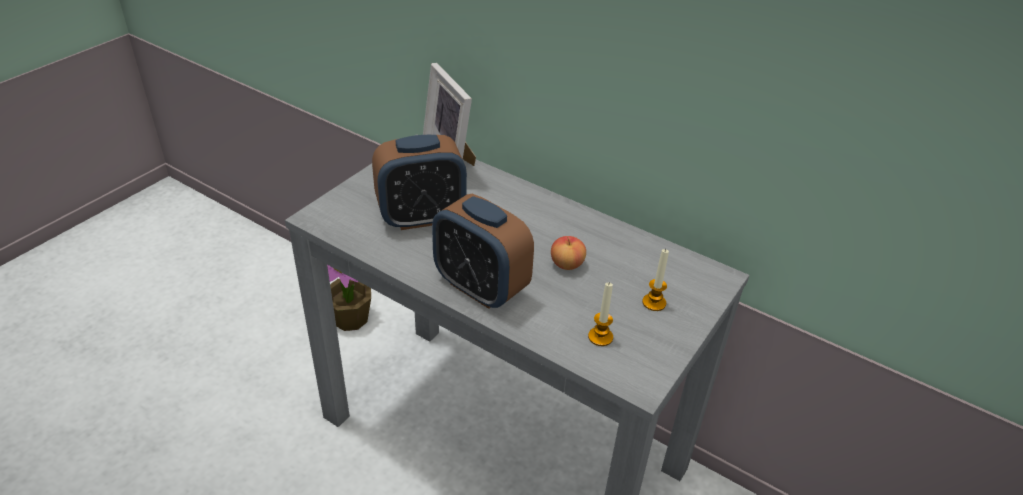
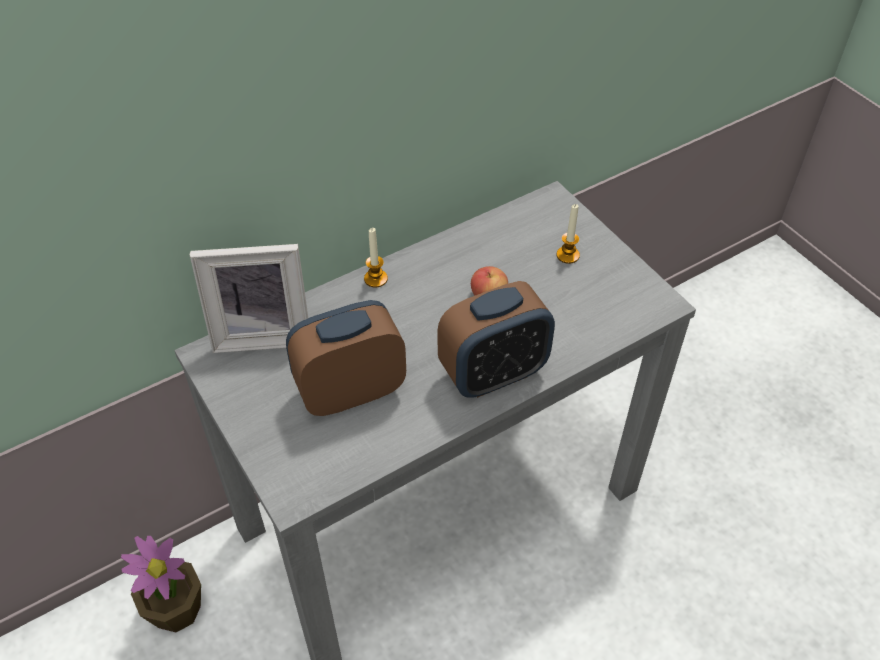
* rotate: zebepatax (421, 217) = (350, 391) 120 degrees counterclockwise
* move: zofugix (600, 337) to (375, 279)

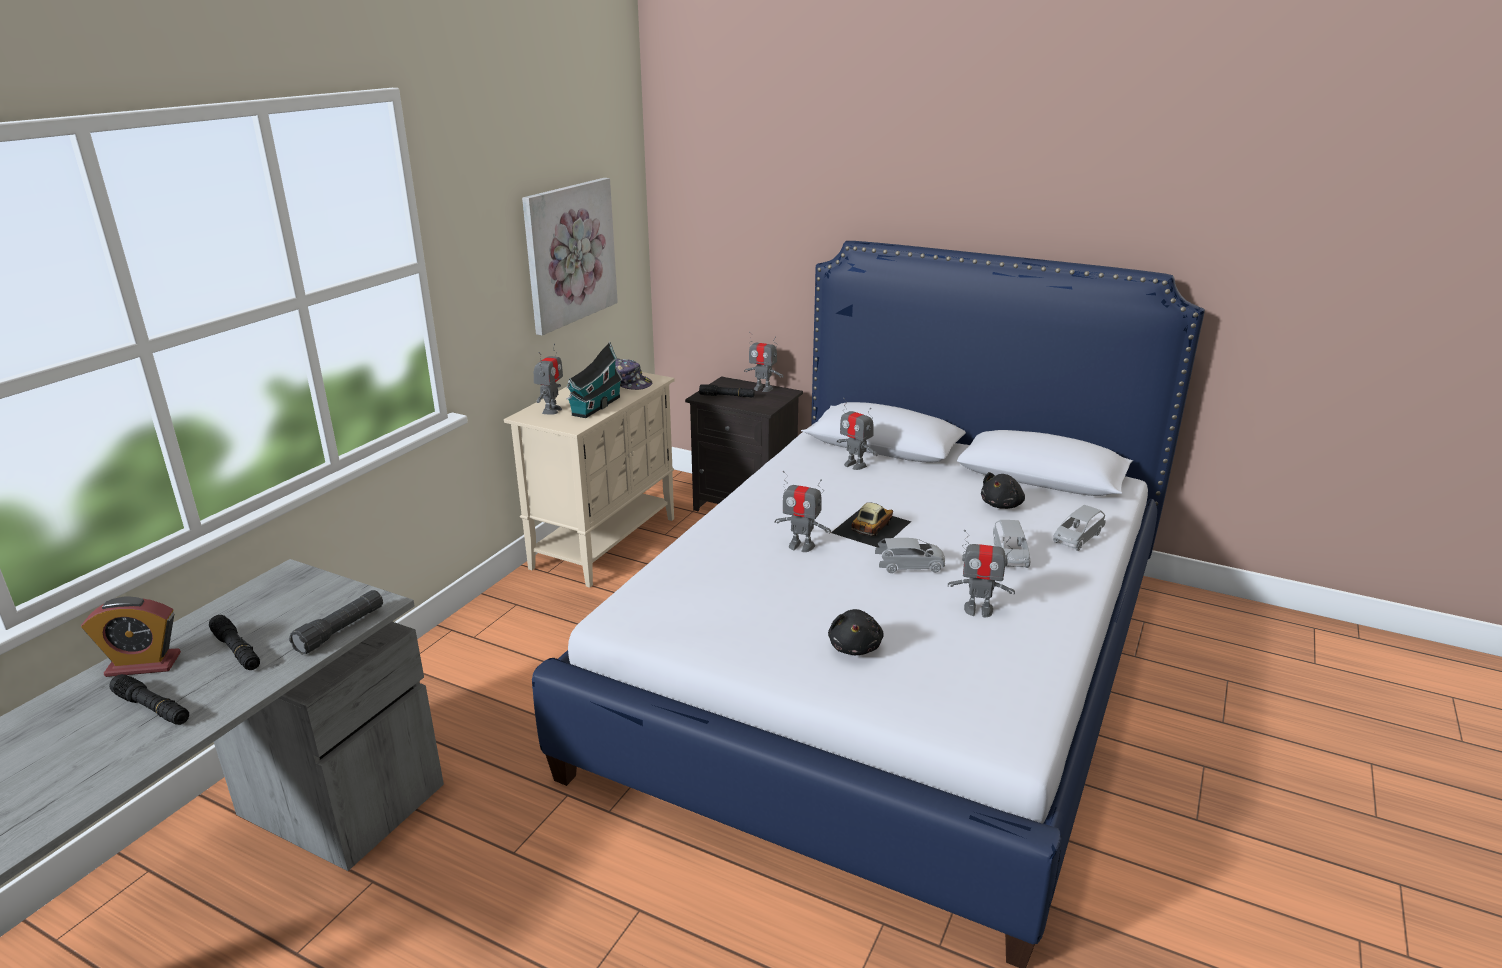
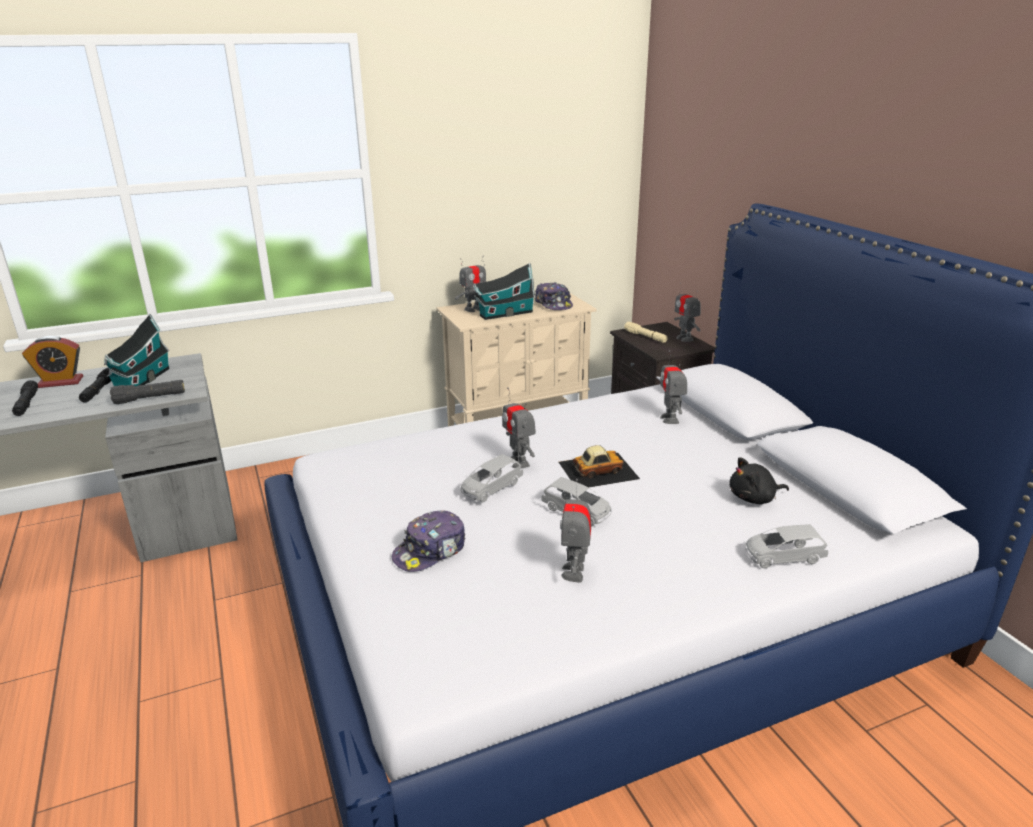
* delete: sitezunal (569, 254)
* recolor: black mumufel (727, 396) to beige mumufel (645, 337)
* move: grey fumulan (1010, 555) to (491, 488)
* rotate: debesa (978, 610) = (574, 572) 45 degrees clockwise
* rotate: zebepatax (143, 664) = (60, 382) 45 degrees counterclockwise
* replace: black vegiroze (855, 647) to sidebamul (430, 551)
* insert: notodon (141, 381)

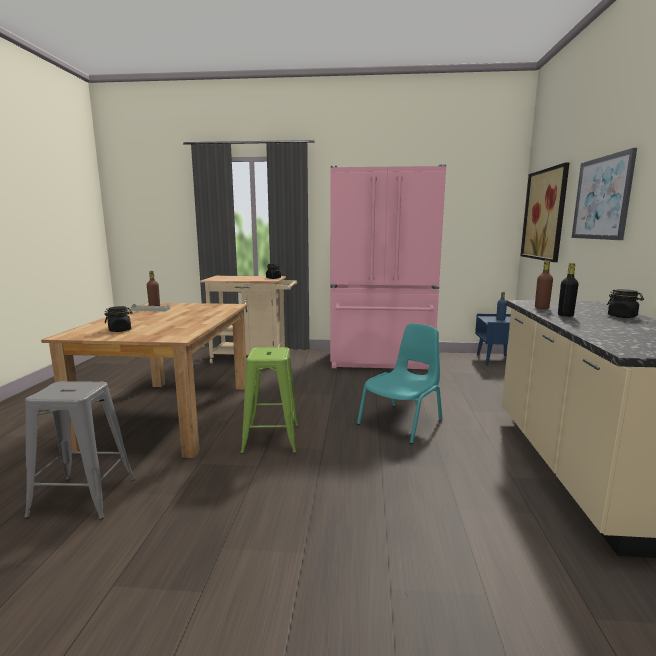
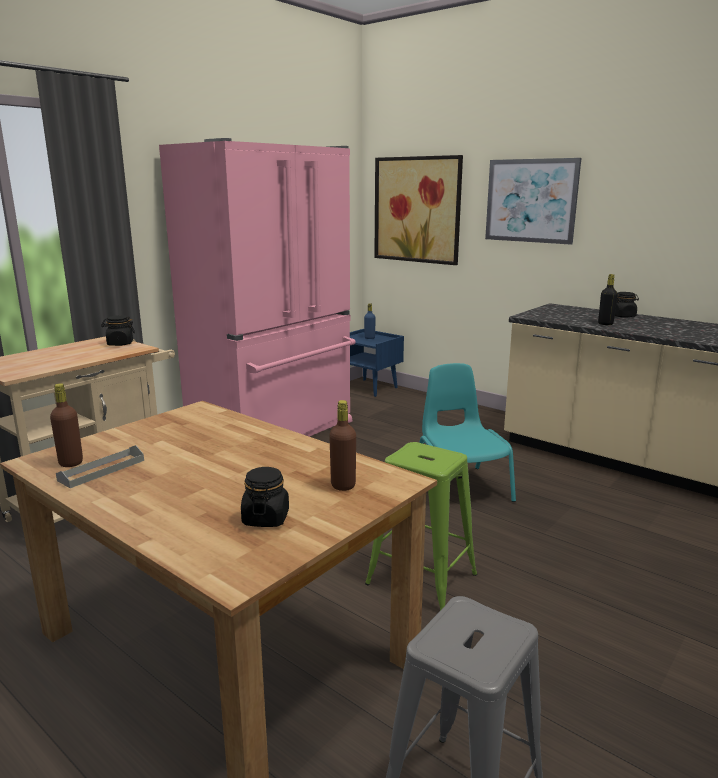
* move: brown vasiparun (541, 308) to (343, 485)

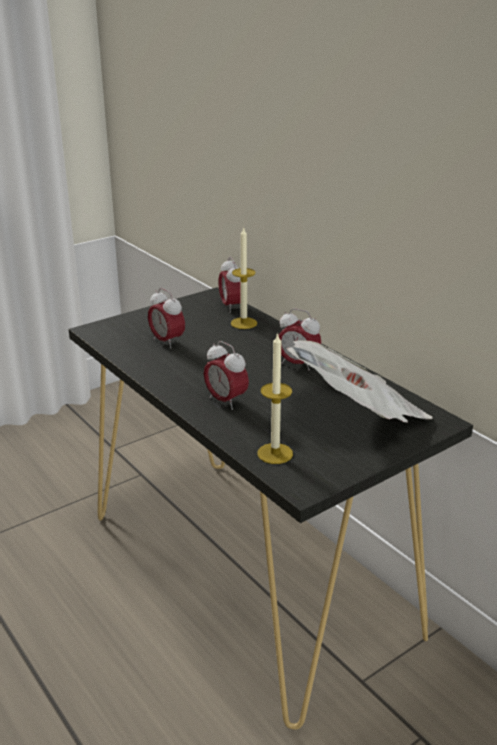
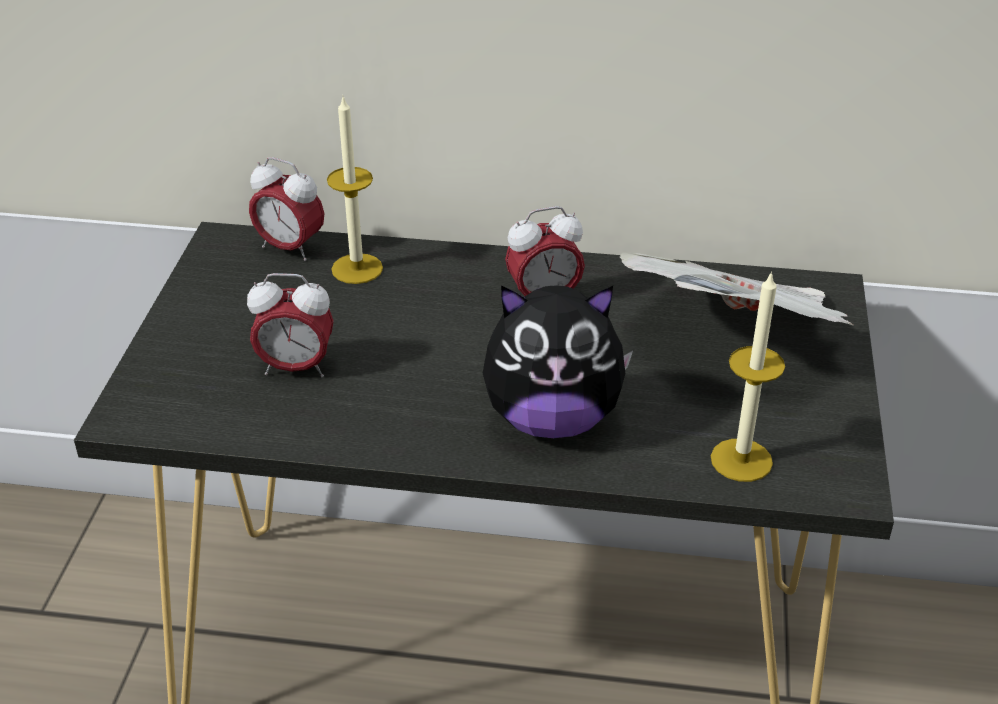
* replace: zebepatax (226, 401) to vegiroze (552, 419)

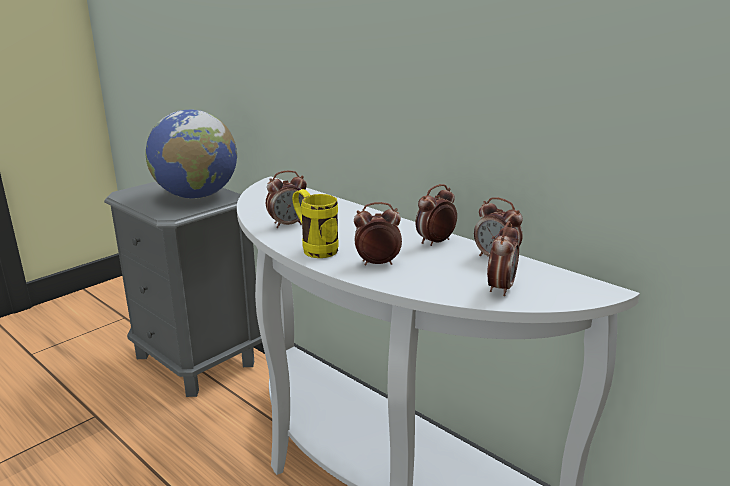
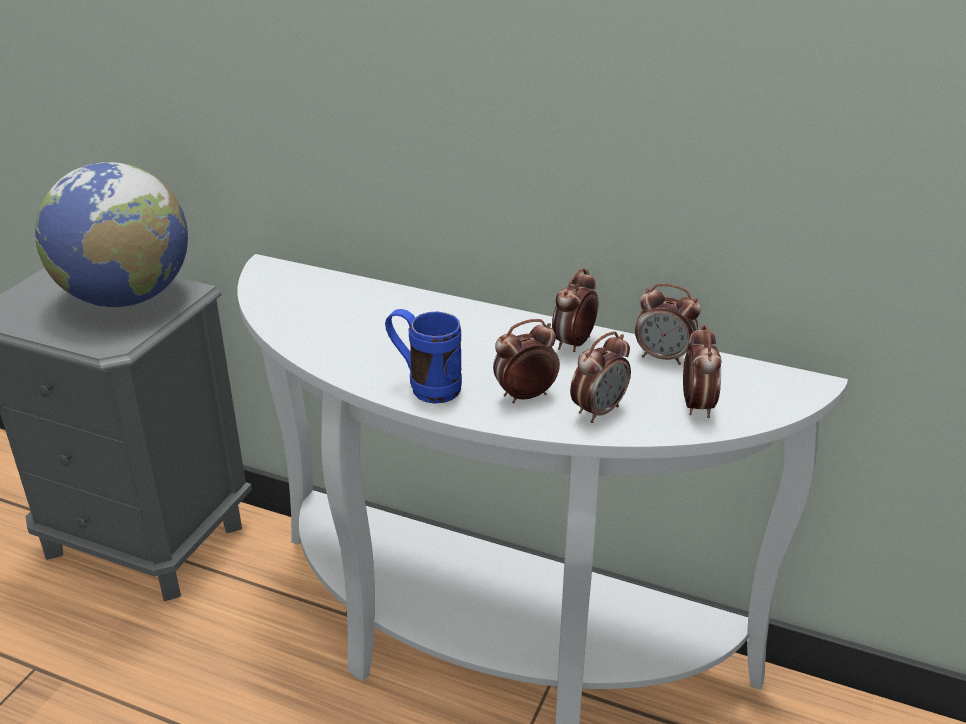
* move: zebepatax (288, 224) to (598, 411)
* recolor: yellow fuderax (314, 248) to blue fuderax (425, 386)

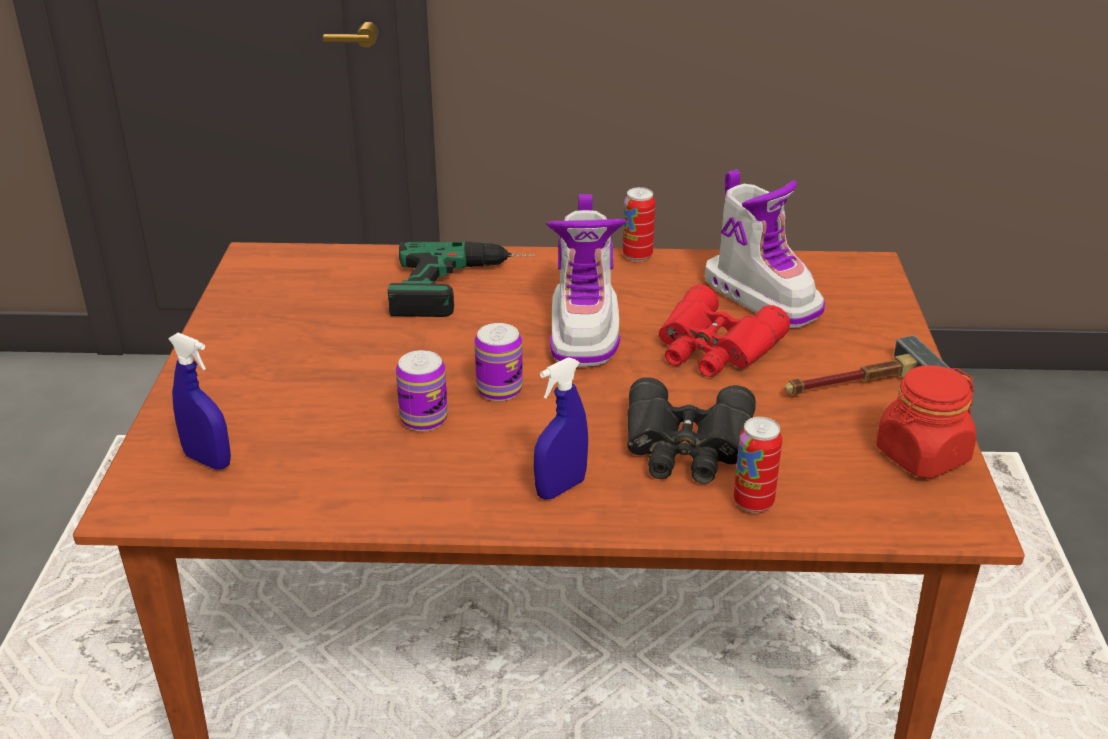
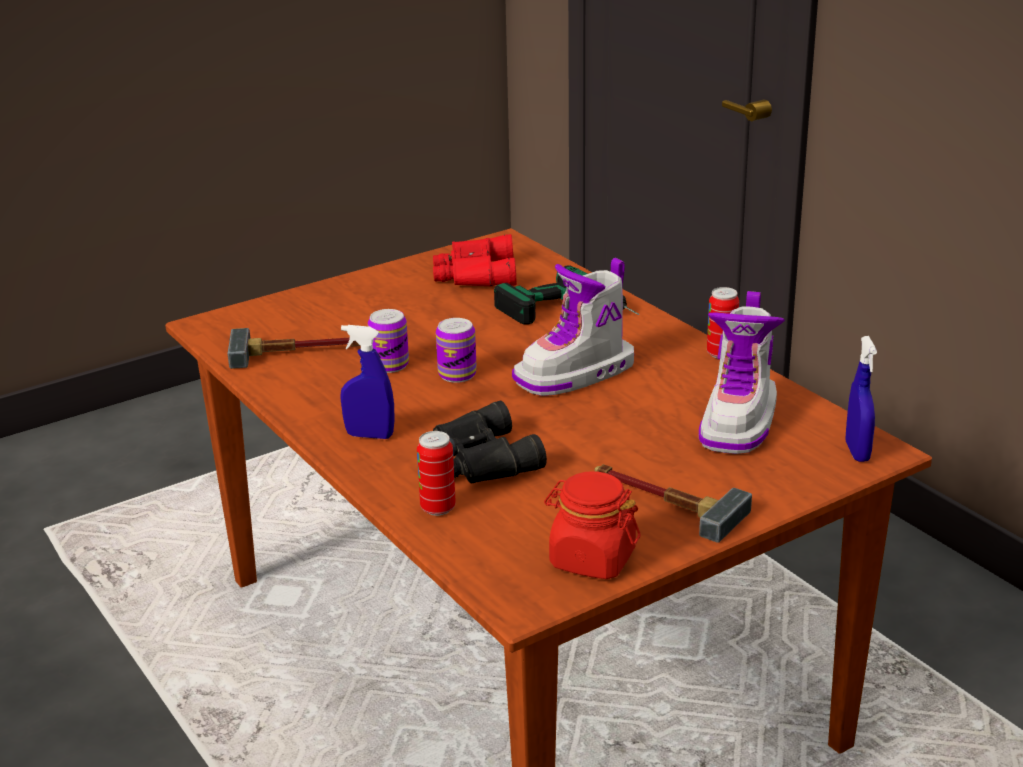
* move: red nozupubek (714, 348) to (474, 274)
* move: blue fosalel (208, 460) to (857, 452)
* insert: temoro (298, 352)

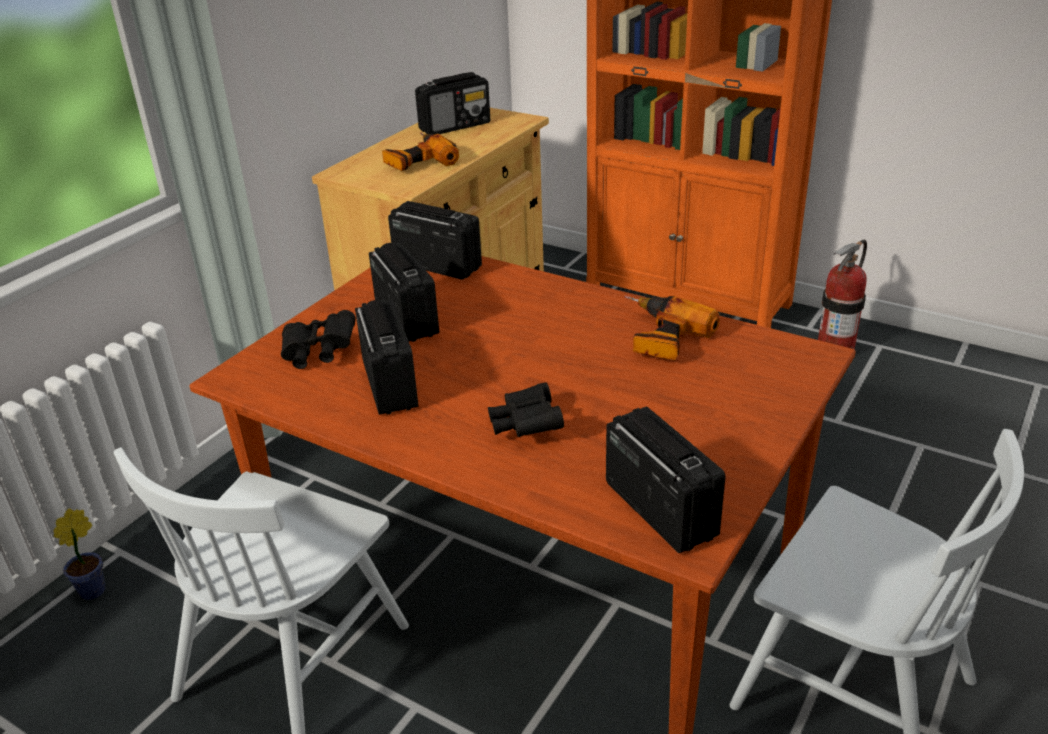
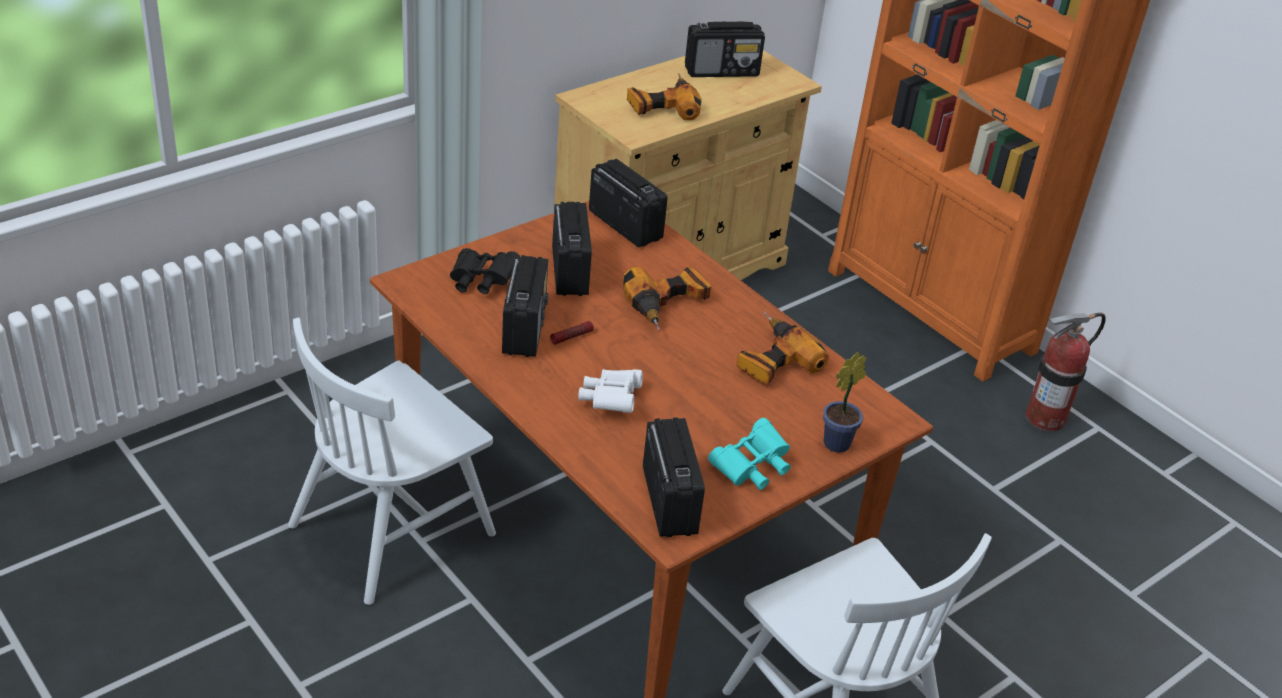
* recolor: black nozupubek (525, 426) to white nozupubek (610, 401)
* move: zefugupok (95, 589) to (839, 442)
* insert: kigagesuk (668, 305)
* insert: mumufel (572, 337)
* insert: turquoise nozupubek (751, 468)

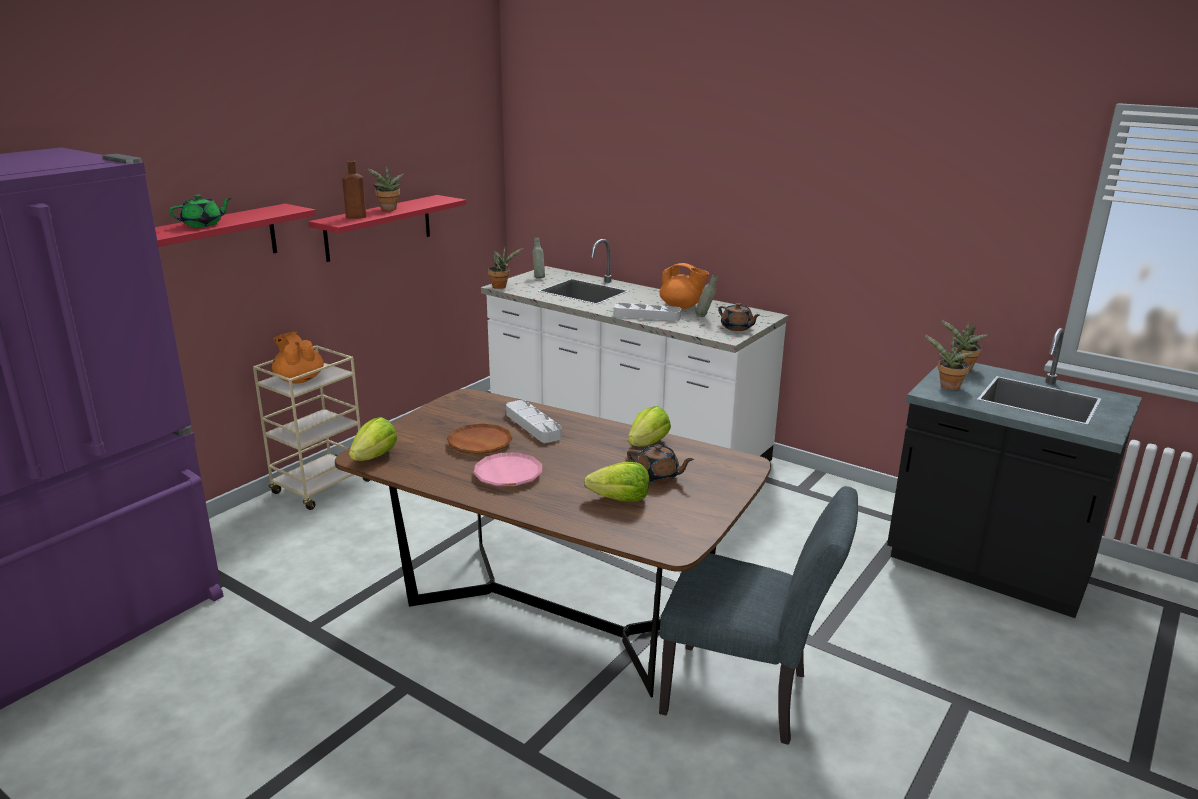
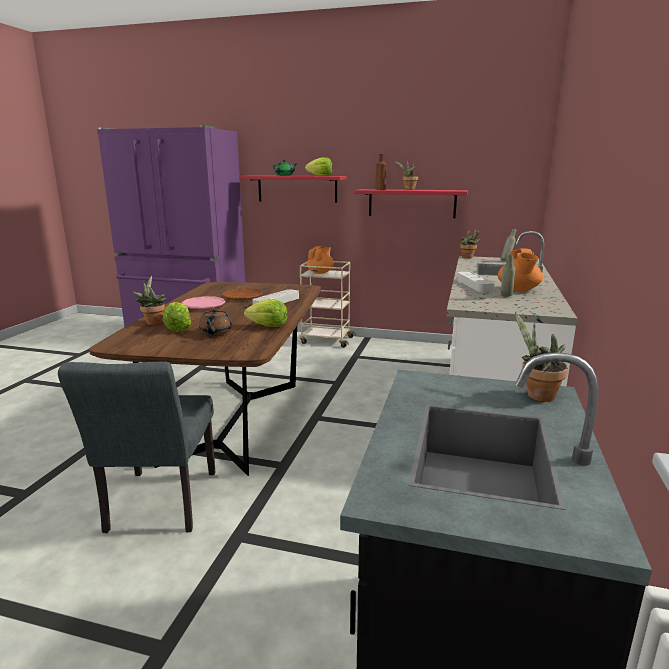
* delete: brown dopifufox (737, 328)
* move: zefugupok (947, 387) to (153, 322)
* move: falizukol (374, 457) to (320, 175)

